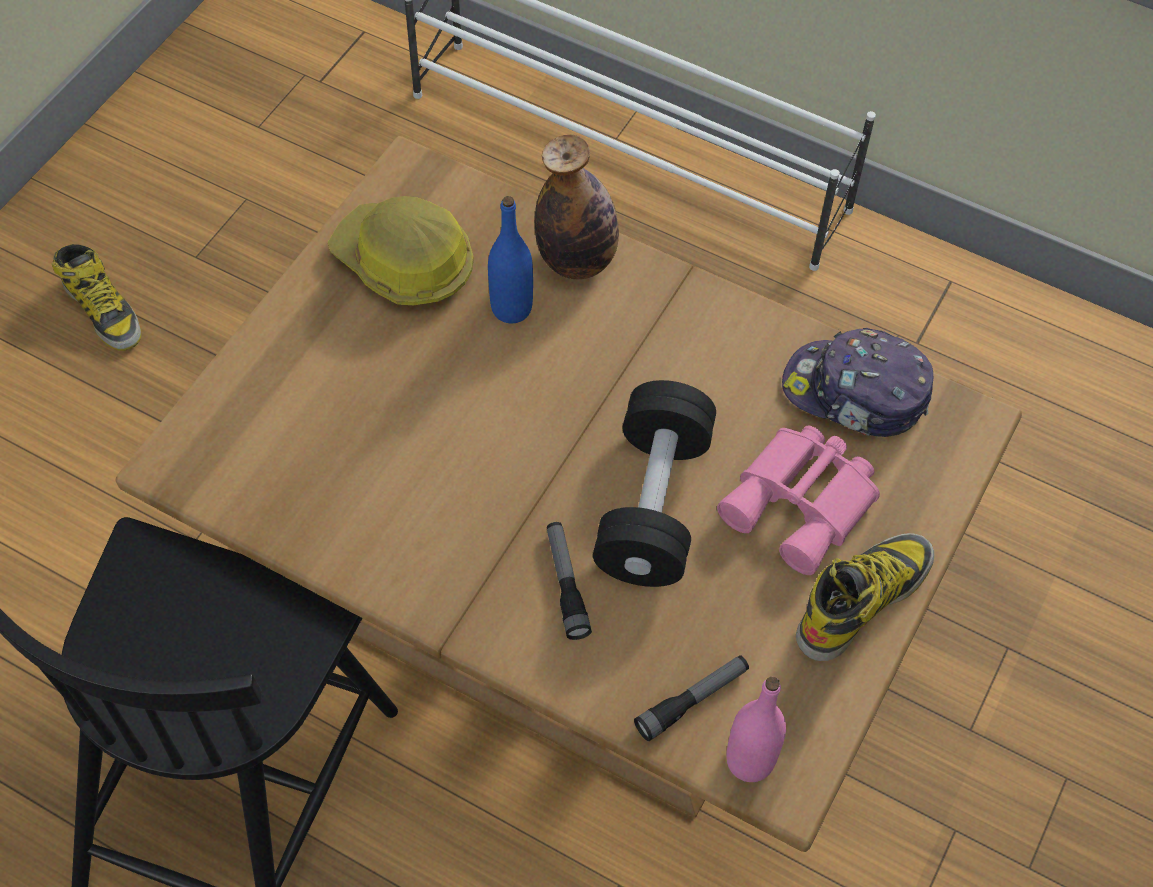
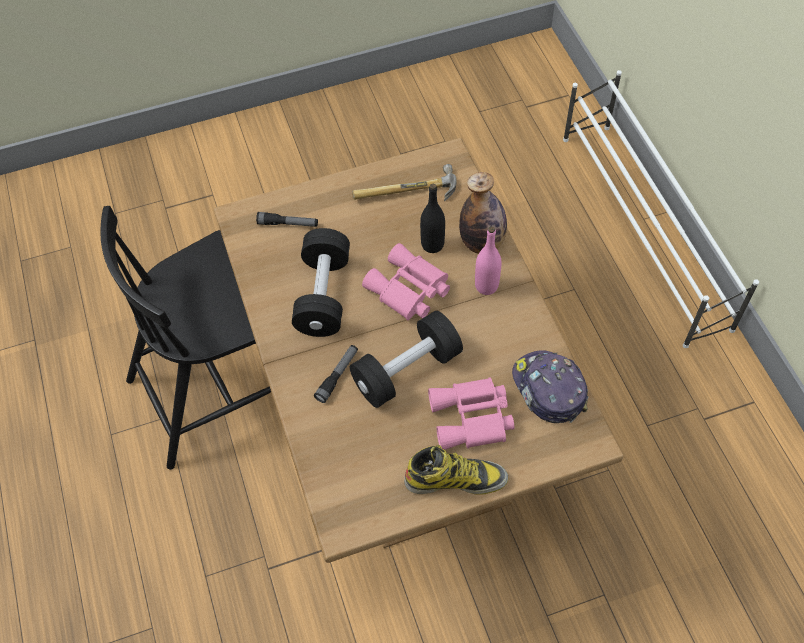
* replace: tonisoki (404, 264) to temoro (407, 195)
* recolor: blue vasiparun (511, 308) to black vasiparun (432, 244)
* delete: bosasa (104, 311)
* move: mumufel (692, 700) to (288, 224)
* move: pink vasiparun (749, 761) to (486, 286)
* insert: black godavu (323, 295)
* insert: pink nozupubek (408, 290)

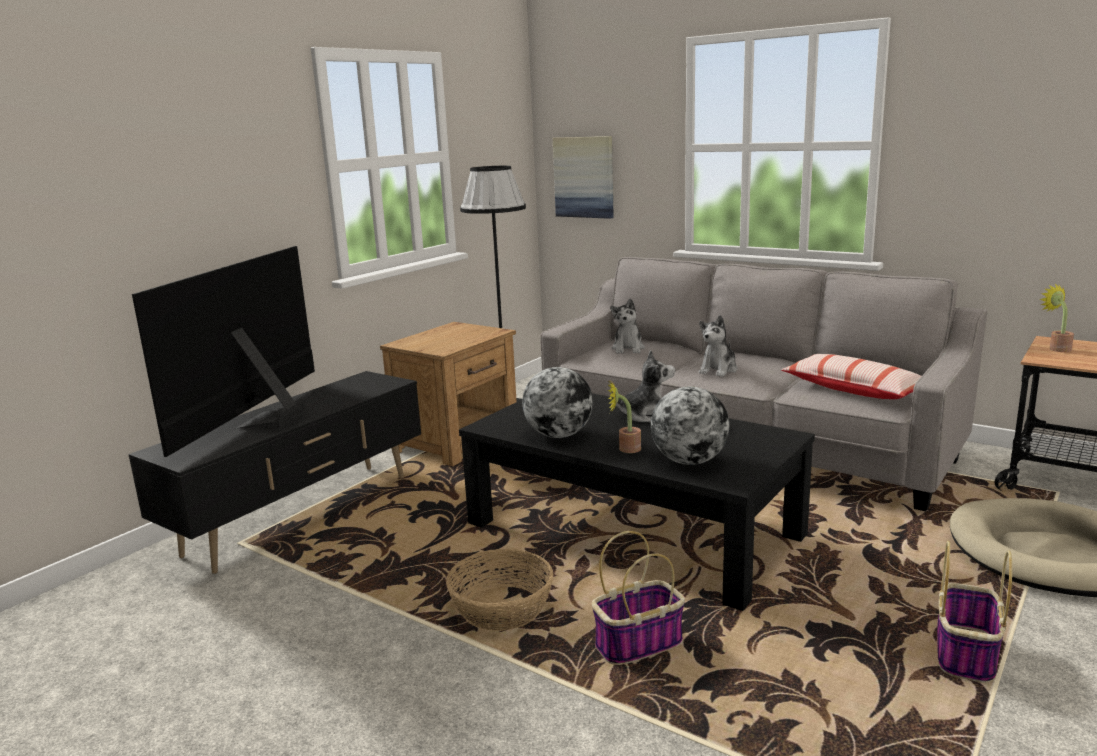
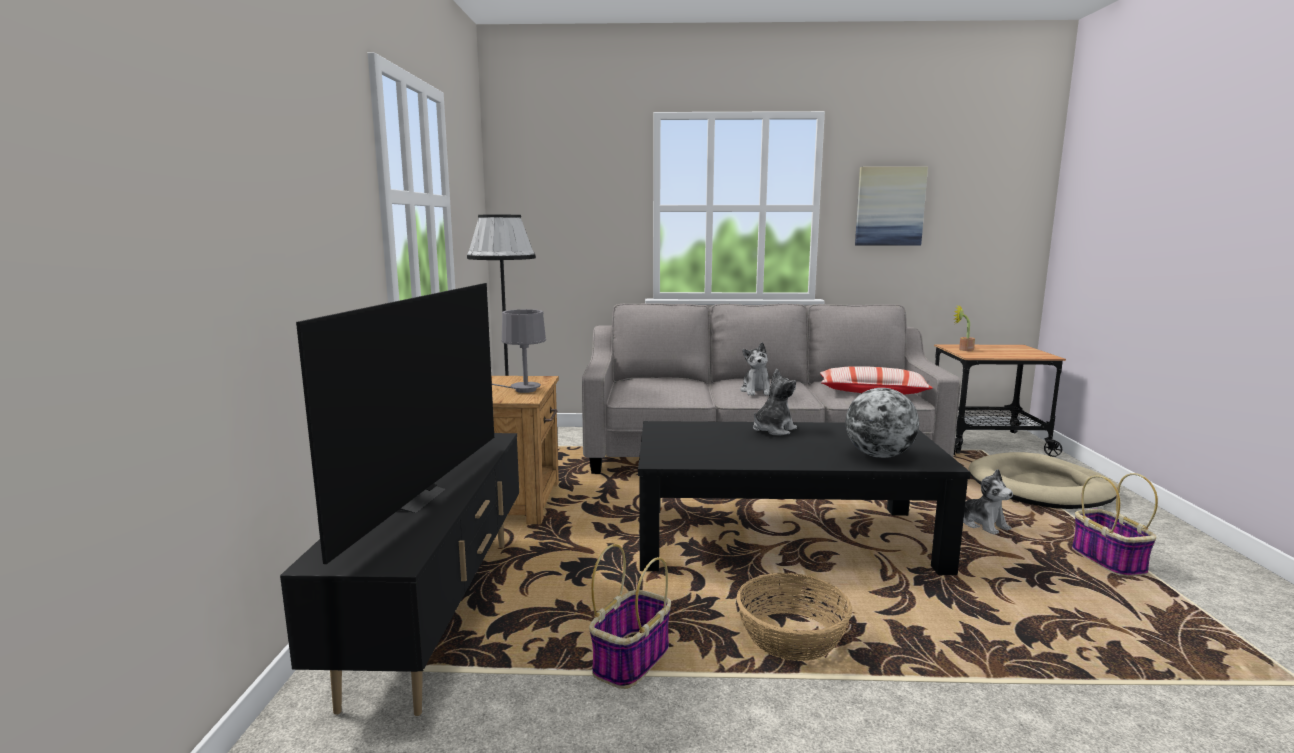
* move: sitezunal (584, 177) to (889, 206)
* rotate: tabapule (263, 421) = (412, 498) 150 degrees counterclockwise
* move: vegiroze (628, 348) to (983, 525)
* delete: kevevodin (558, 435)
* delete: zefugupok (625, 449)
* move: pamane (639, 644) to (631, 659)
* insert: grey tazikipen (518, 389)

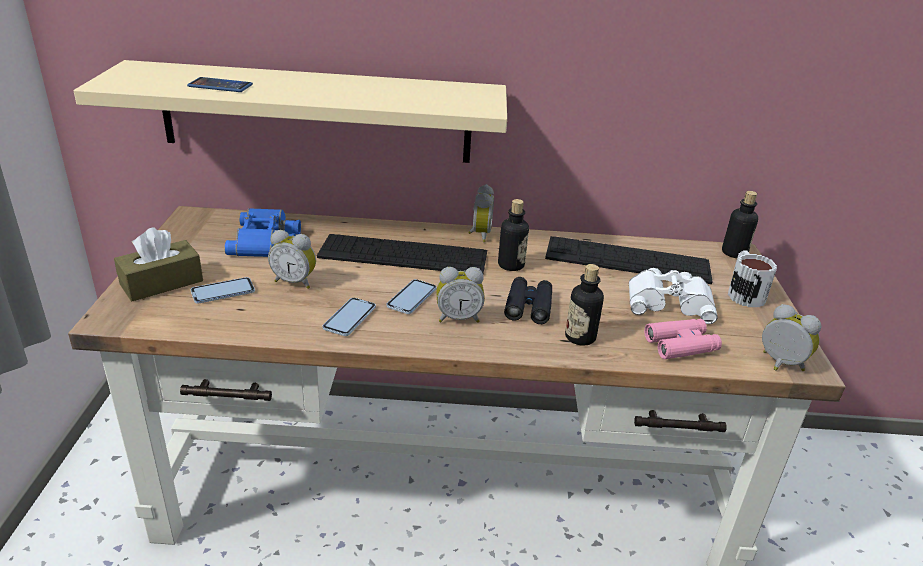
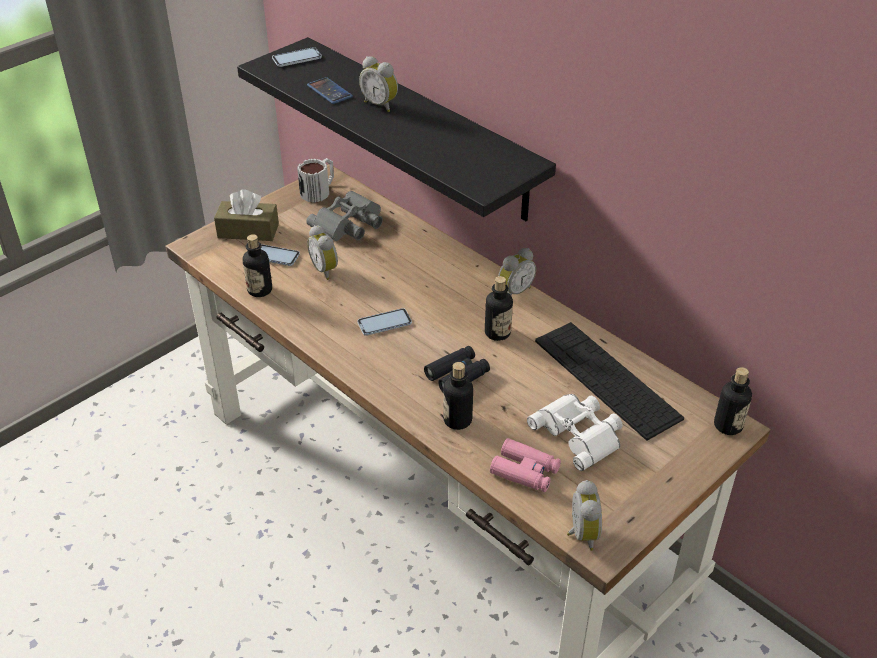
* recolor: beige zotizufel (316, 113) to black zotizufel (421, 128)
* recolor: blue nozupubek (266, 240) to grey nozupubek (349, 224)
* delete: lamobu (403, 255)
* move: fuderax (743, 293) to (319, 191)
* move: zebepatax (458, 318) to (381, 104)
* move: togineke (349, 318) to (297, 58)
* insert: vasiparun (260, 290)

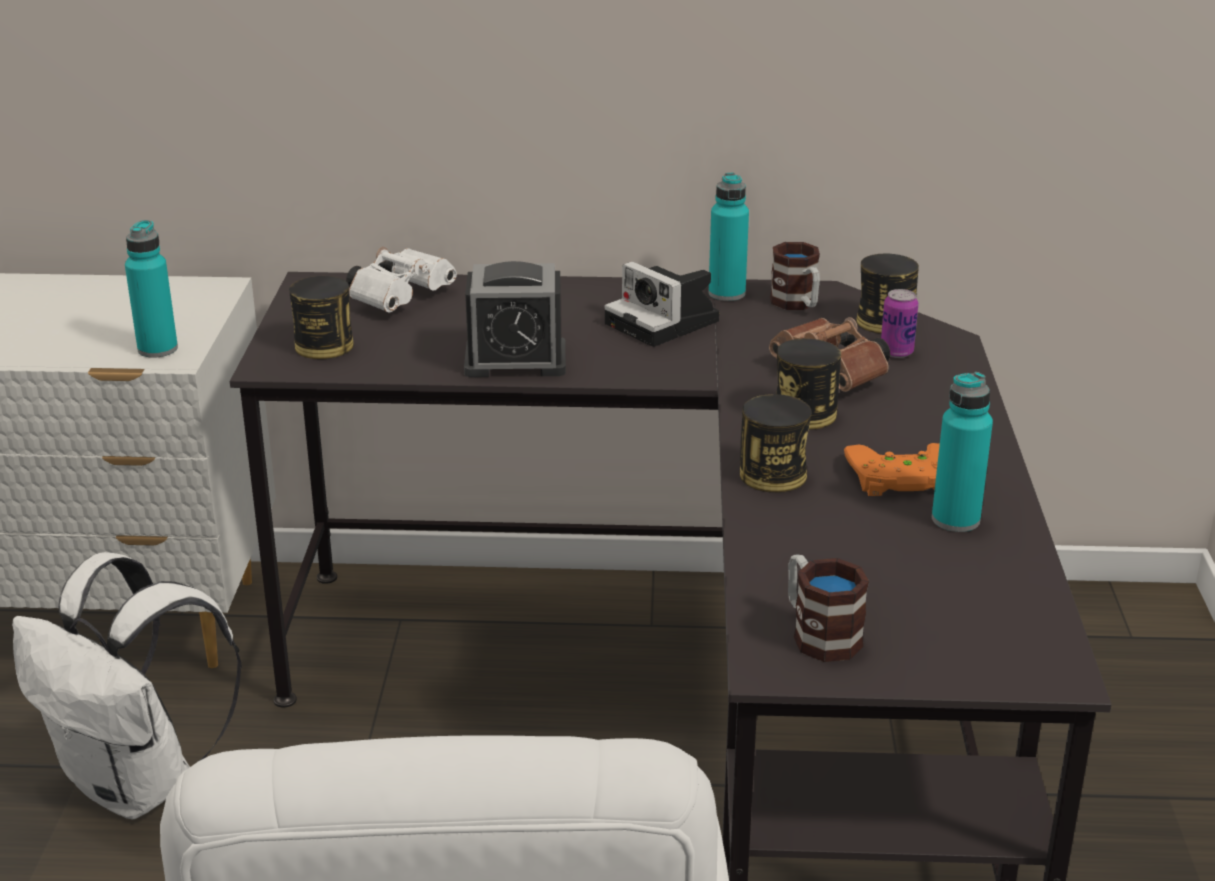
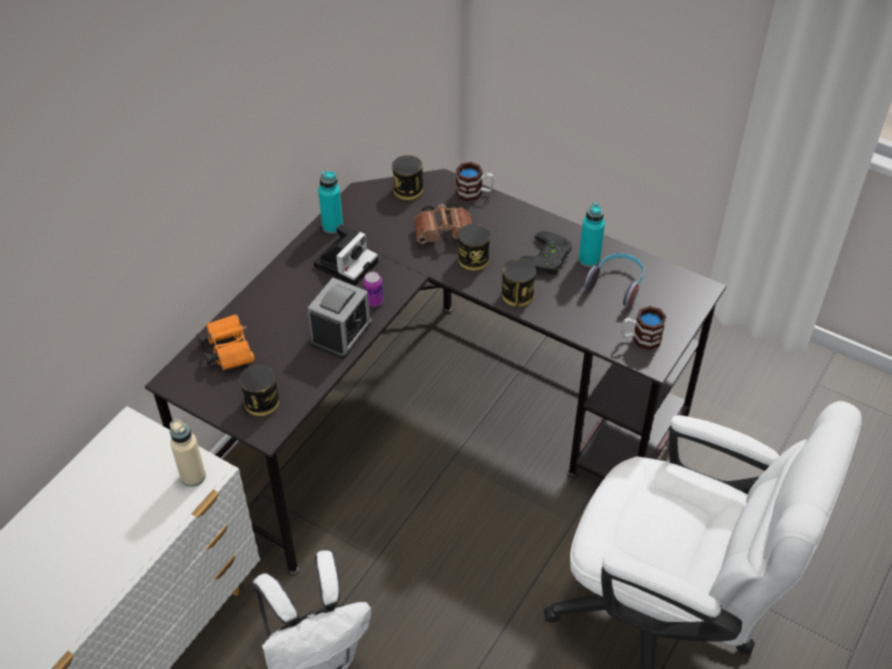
* recolor: turquoise vasiparun (157, 349) to beige vasiparun (193, 476)
* move: fuderax (798, 304) to (474, 193)
* recolor: white nozupubek (402, 297) to orange nozupubek (227, 349)
* rotate: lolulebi (666, 323) = (346, 262) 45 degrees counterclockwise
* move: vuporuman (896, 352) to (374, 301)
* recolor: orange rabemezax (903, 480) to black rabemezax (549, 258)
* insert: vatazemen (616, 285)

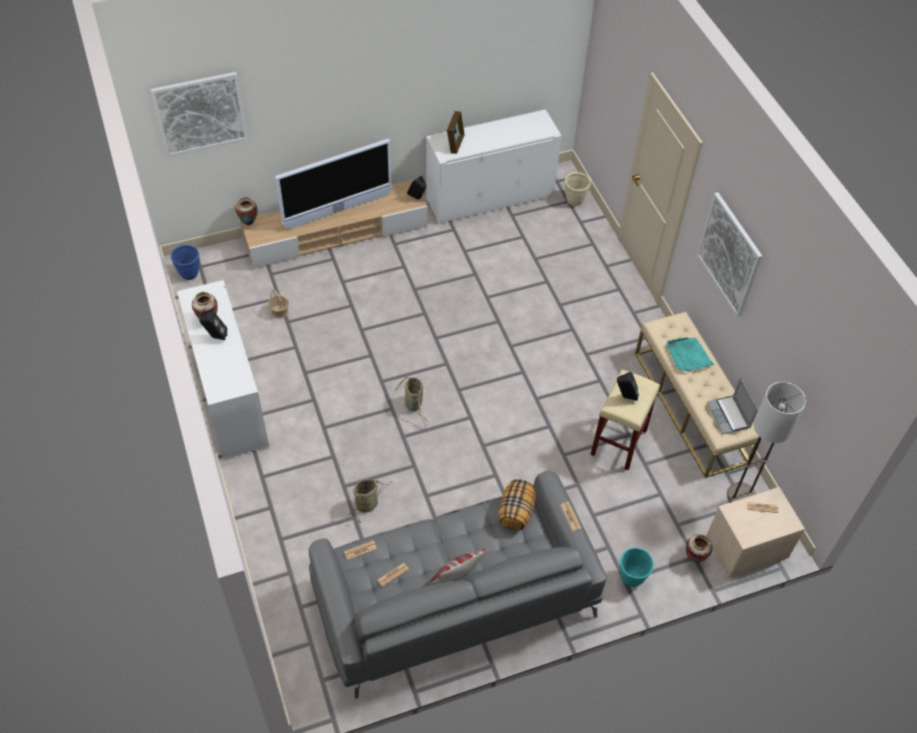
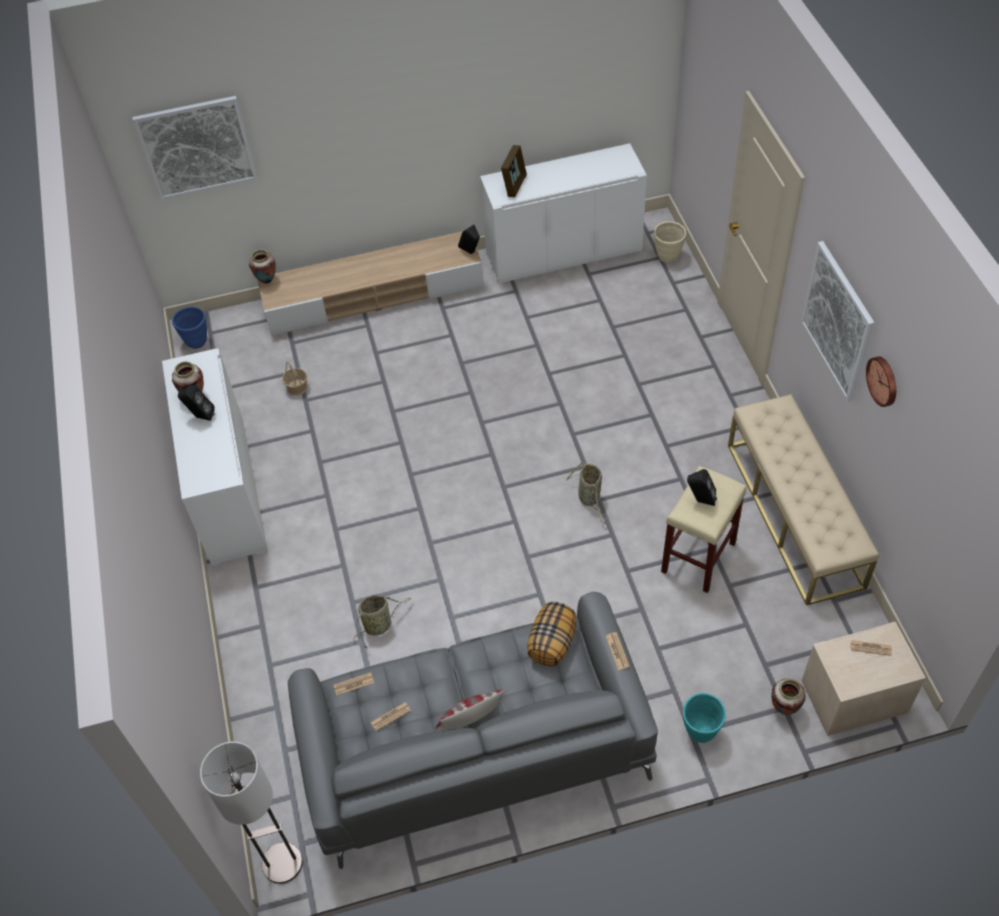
* delete: tabapule (338, 211)
* delete: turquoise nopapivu (688, 356)
* move: pamane (414, 405) to (589, 499)
* delete: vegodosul (729, 416)
* move: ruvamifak (741, 496) to (282, 863)
* insert: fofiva (883, 381)

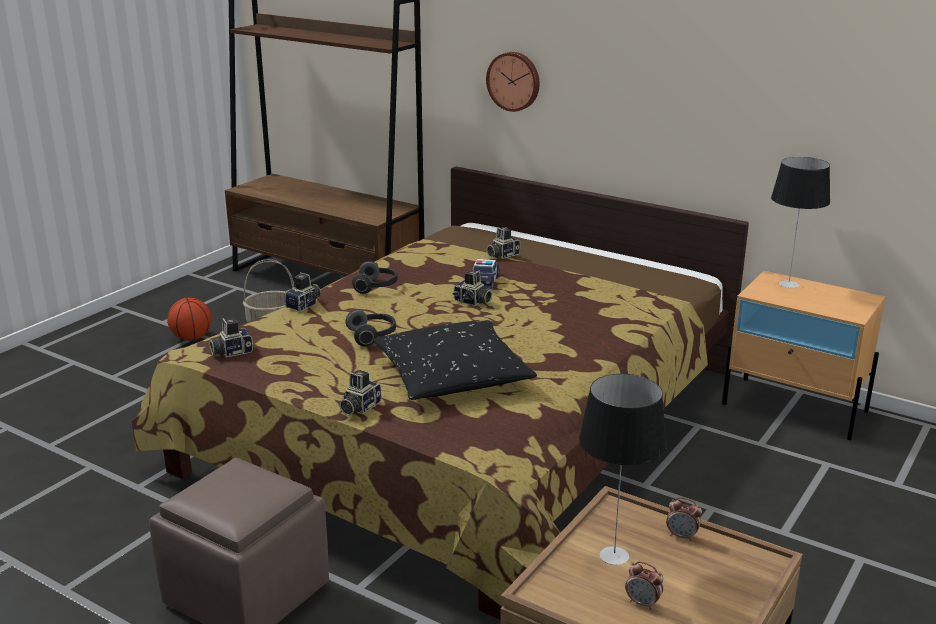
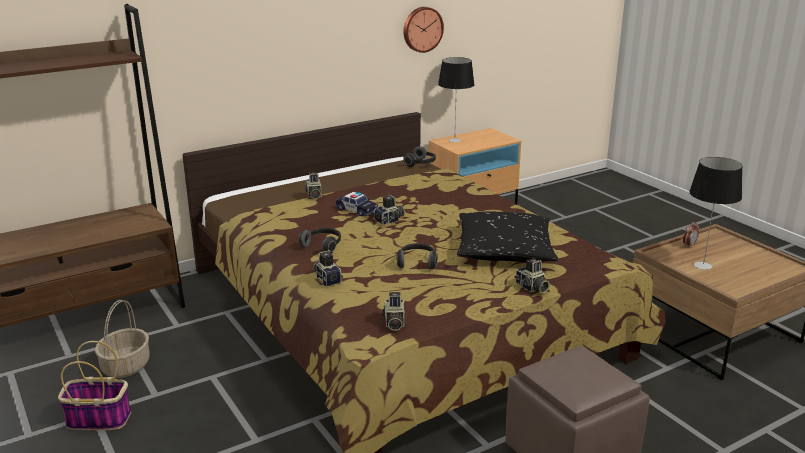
* move: fofiva (514, 81) to (422, 29)
* replace: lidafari (192, 338) to pamane (97, 419)
* delete: zebepatax (643, 603)
* insert: vatazemen (421, 164)

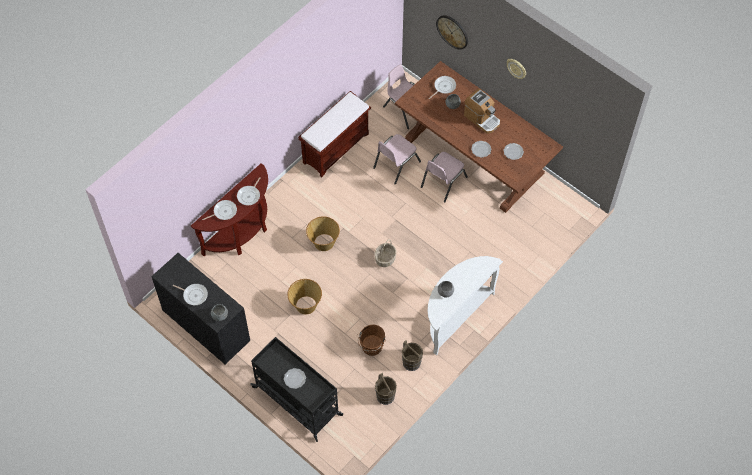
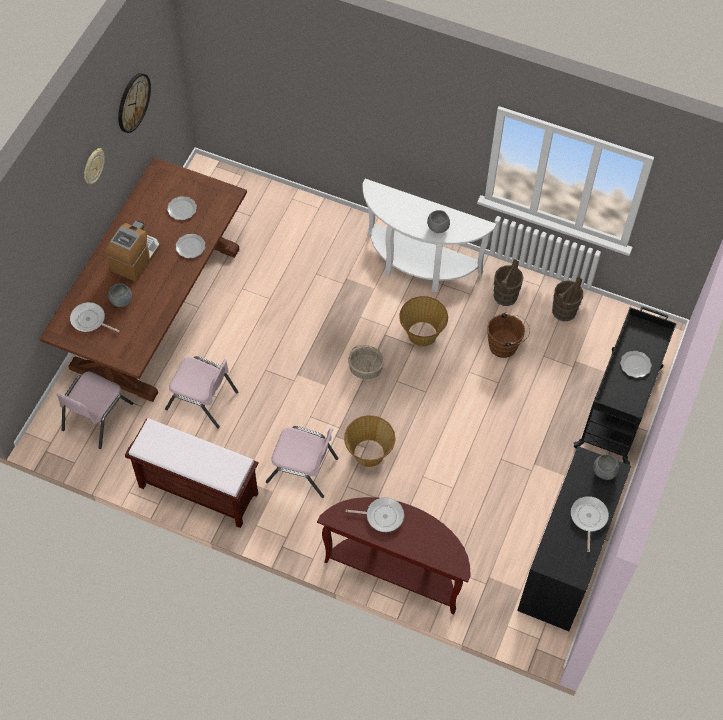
* move: fofiva (452, 31) to (133, 102)
* move: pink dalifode (443, 182) to (302, 470)
* delete: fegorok (223, 212)
* move: pamane (305, 305) to (422, 334)

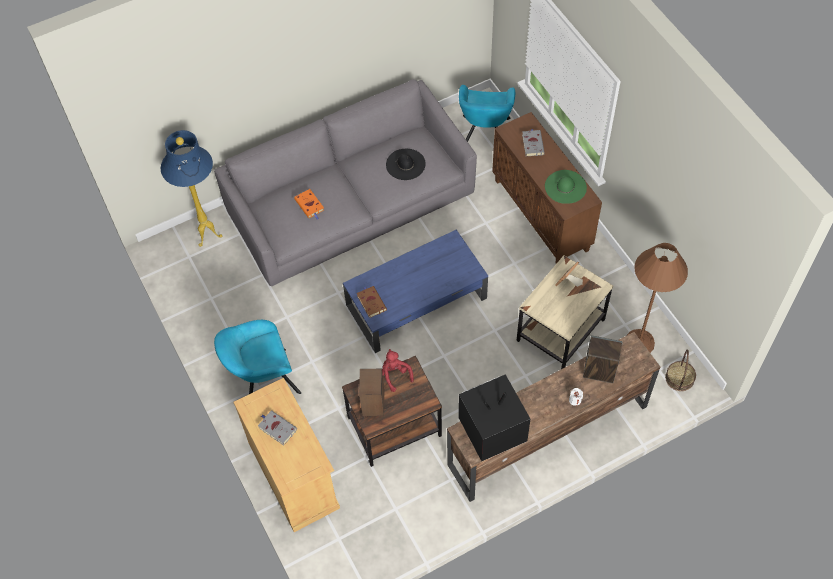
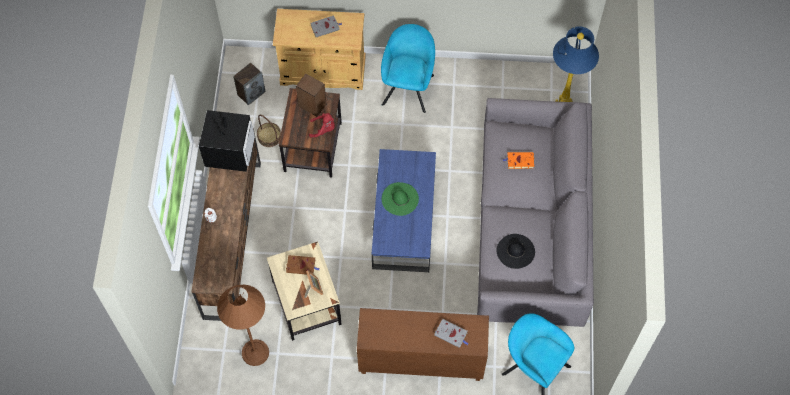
* move: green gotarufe (565, 187) to (400, 199)
* move: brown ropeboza (371, 302) to (302, 266)
* move: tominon (599, 371) to (251, 93)
* move: pamane (679, 378) to (269, 136)

